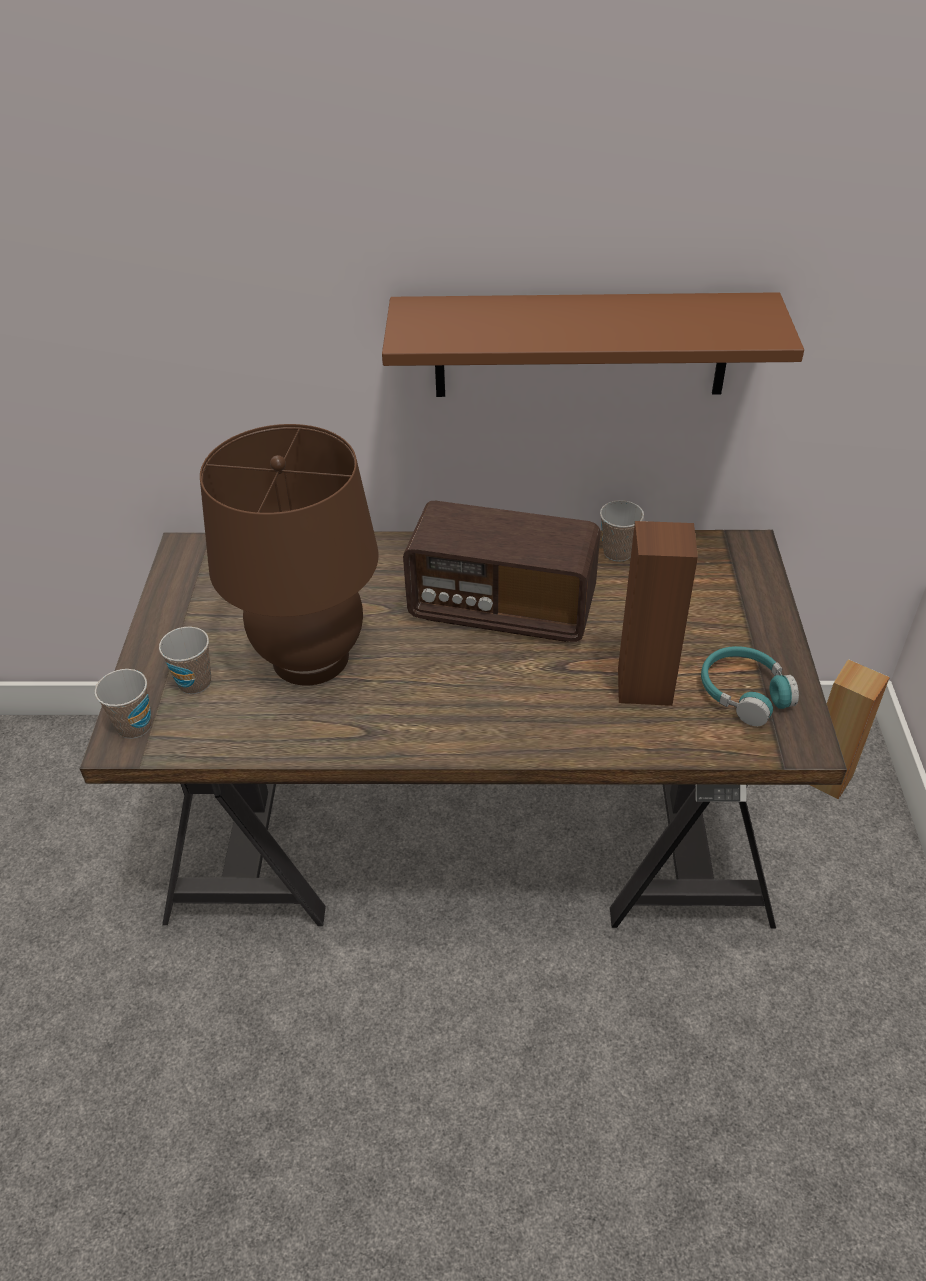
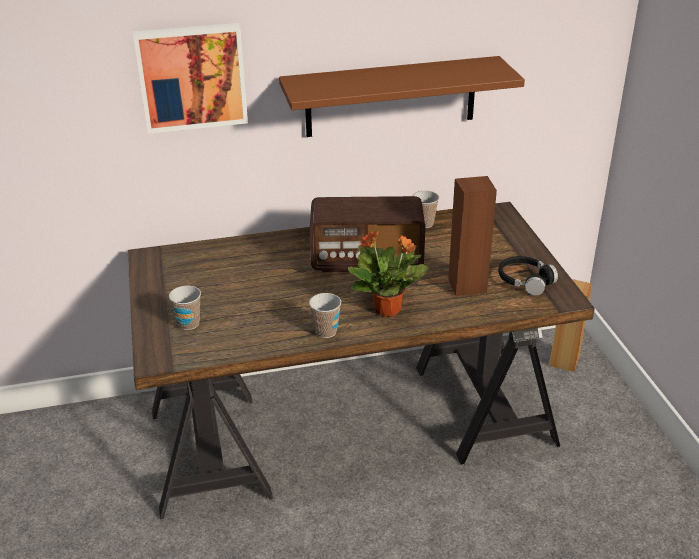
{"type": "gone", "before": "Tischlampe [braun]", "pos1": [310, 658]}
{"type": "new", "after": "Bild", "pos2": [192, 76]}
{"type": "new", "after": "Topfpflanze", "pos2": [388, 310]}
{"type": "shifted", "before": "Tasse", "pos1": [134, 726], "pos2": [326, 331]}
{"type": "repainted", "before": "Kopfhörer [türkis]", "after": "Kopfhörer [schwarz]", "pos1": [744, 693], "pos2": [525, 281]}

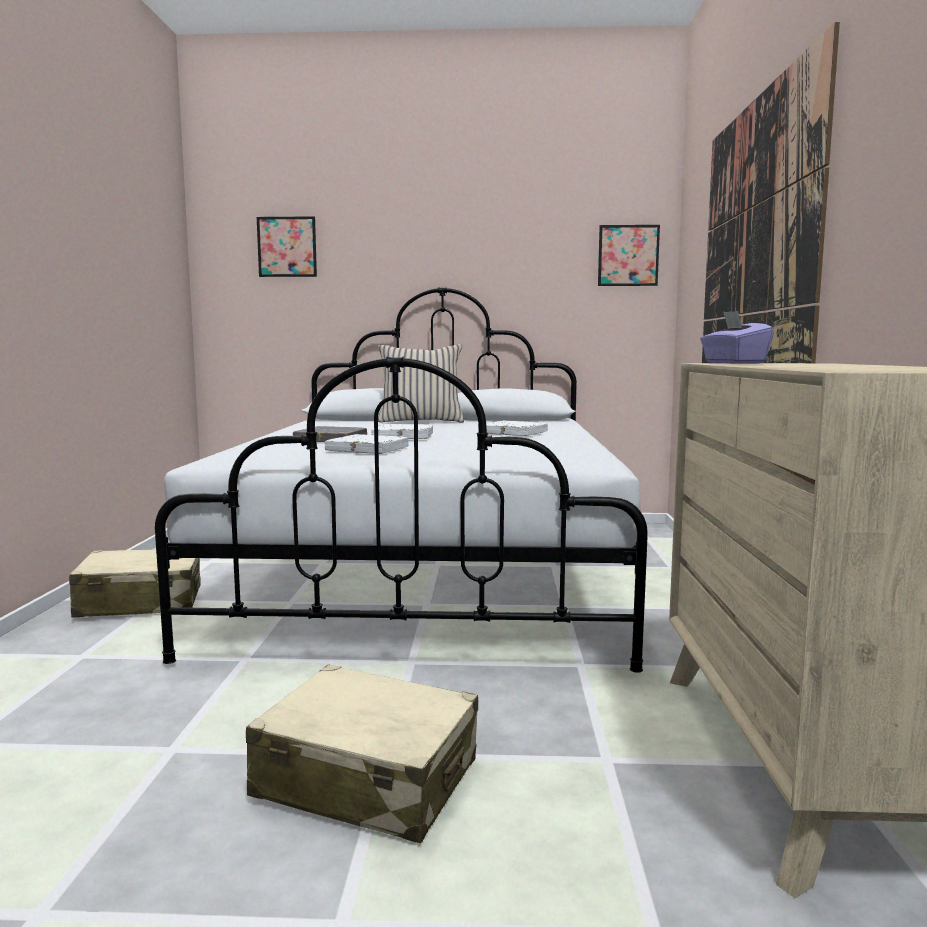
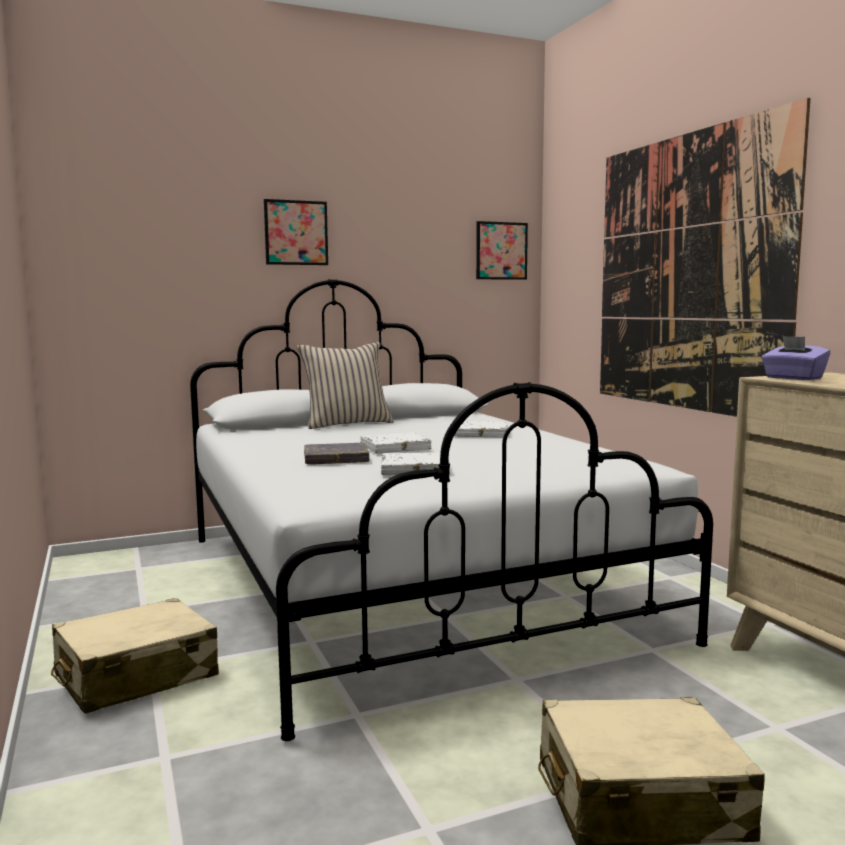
{"type": "shifted", "before": "Bild", "pos1": [287, 247], "pos2": [296, 233]}

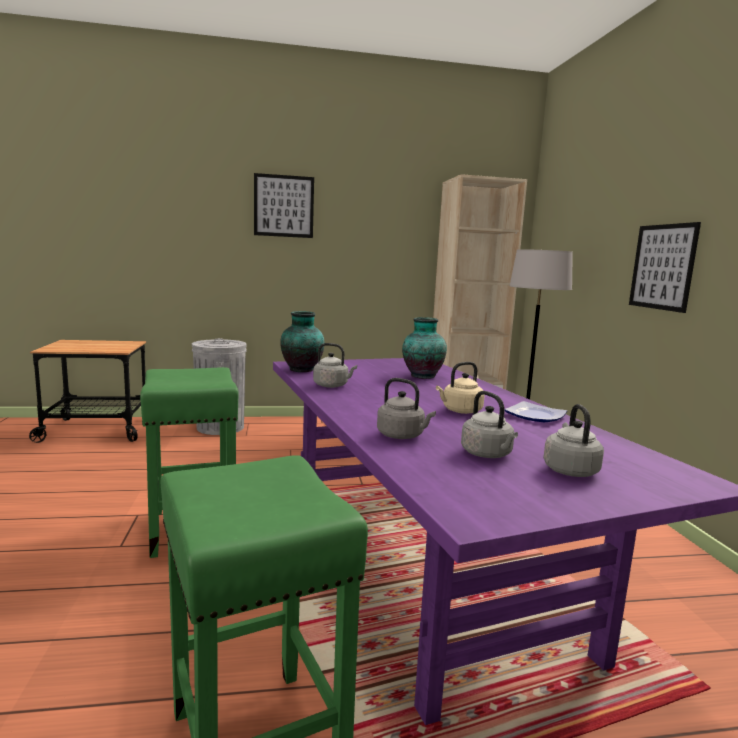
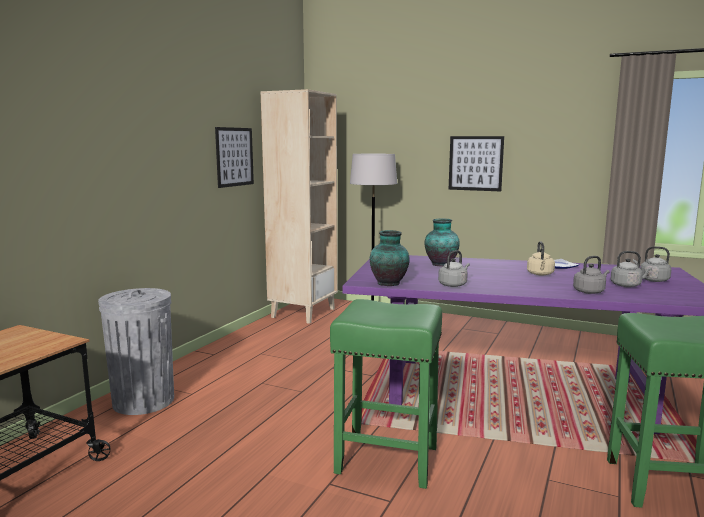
{"type": "shifted", "before": "Bild", "pos1": [284, 206], "pos2": [234, 157]}

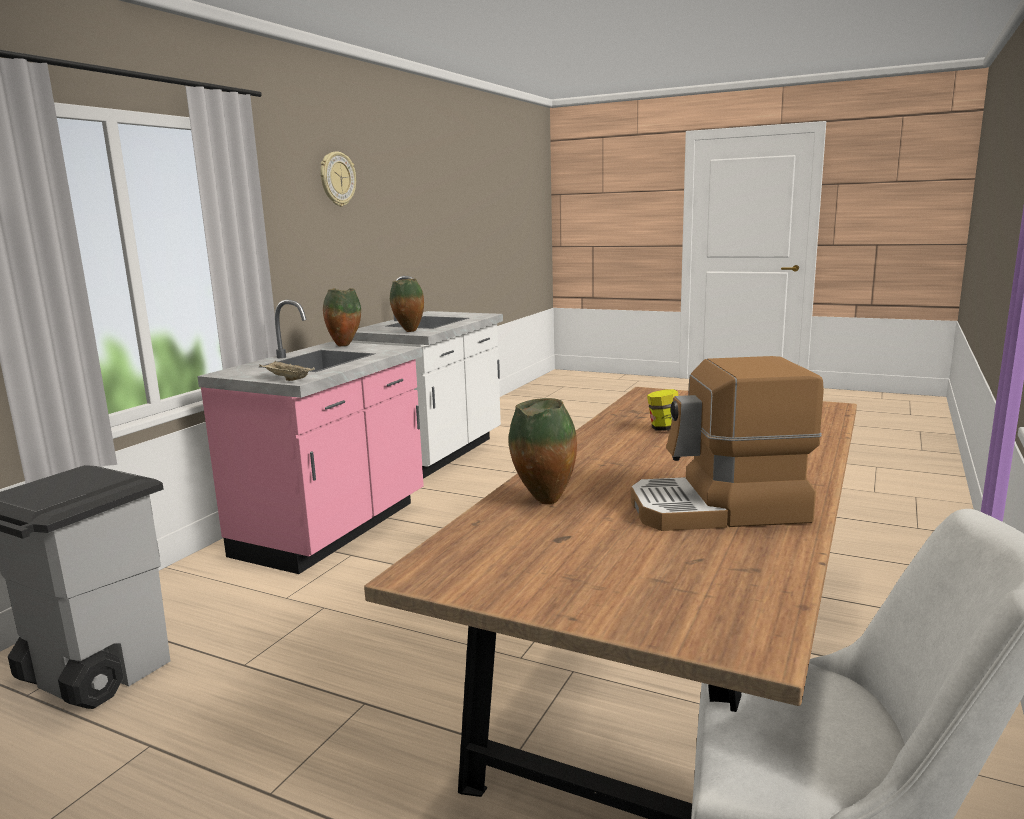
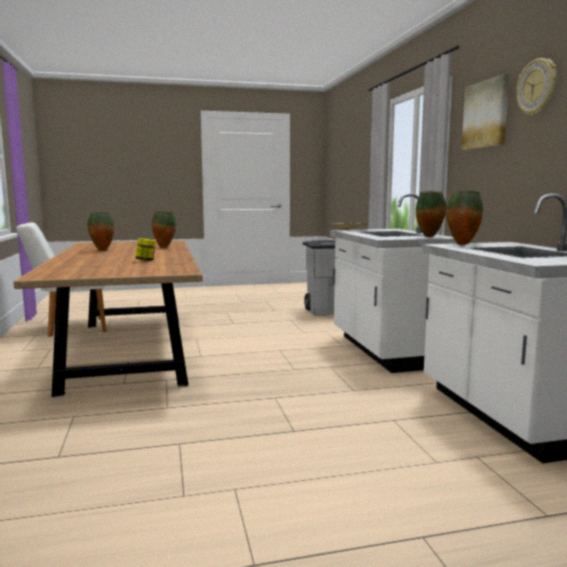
{"type": "new", "after": "Bild", "pos2": [486, 114]}
{"type": "swapped", "before": "Kaffeemaschine", "after": "Vase", "pos1": [719, 509], "pos2": [102, 250]}
{"type": "repainted", "before": "Küchenzeile [rosa]", "after": "Küchenzeile [weiß]", "pos1": [334, 530], "pos2": [385, 351]}

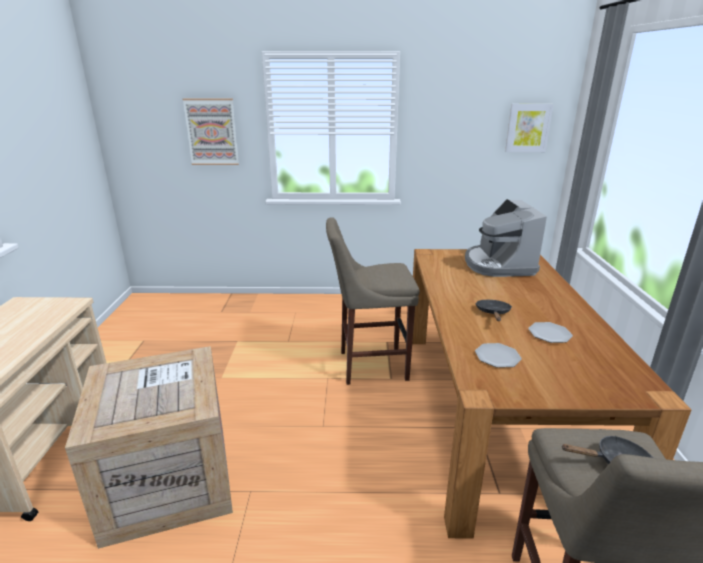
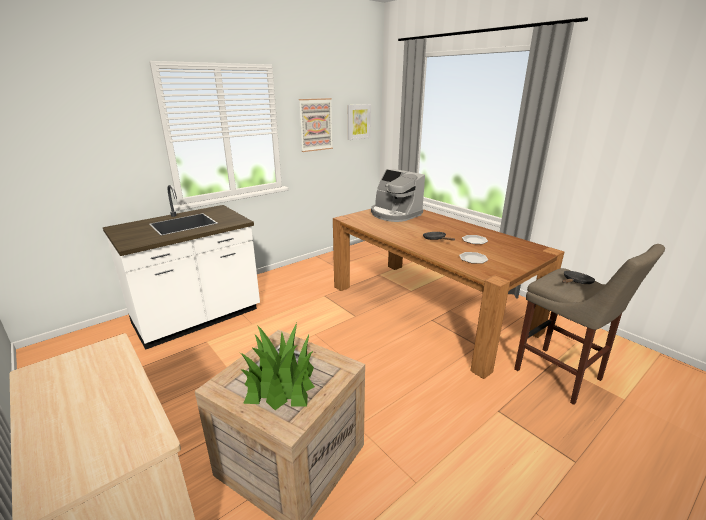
{"type": "gone", "before": "Hocker [beige]", "pos1": [369, 365]}
{"type": "new", "after": "Küchenzeile [weiß]", "pos2": [198, 318]}
{"type": "new", "after": "Topfpflanze", "pos2": [280, 384]}
{"type": "shifted", "before": "Bild", "pos1": [212, 132], "pos2": [316, 125]}

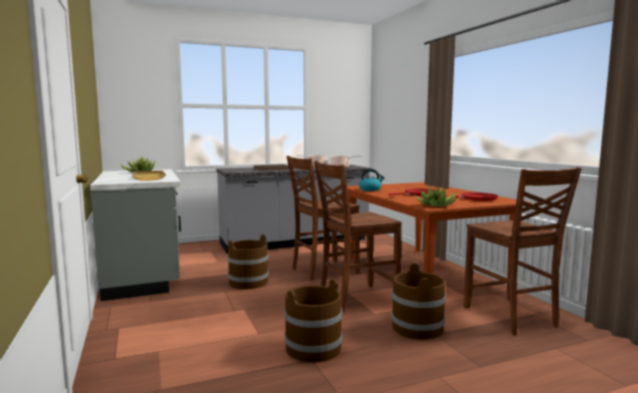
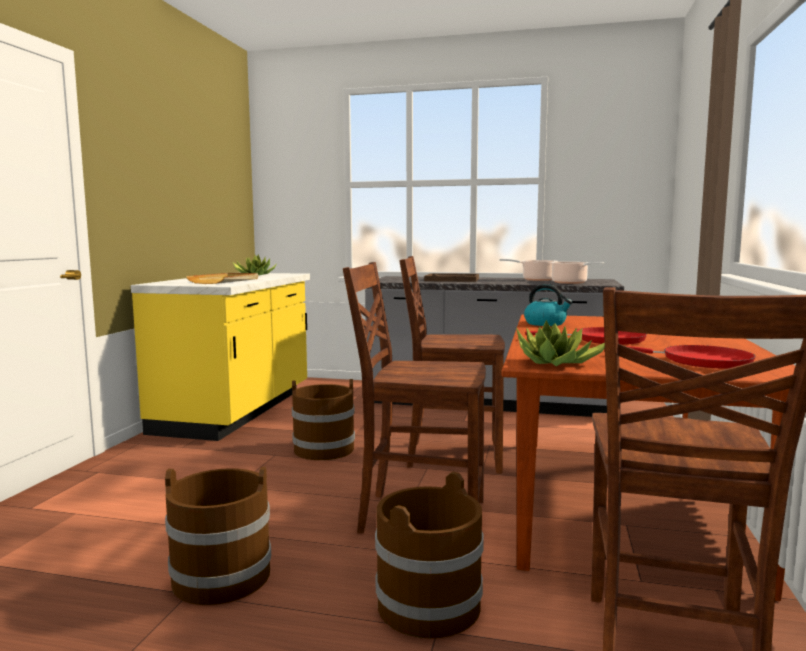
{"type": "repainted", "before": "Küchenzeile [grau]", "after": "Küchenzeile [gelb]", "pos1": [143, 274], "pos2": [236, 411]}

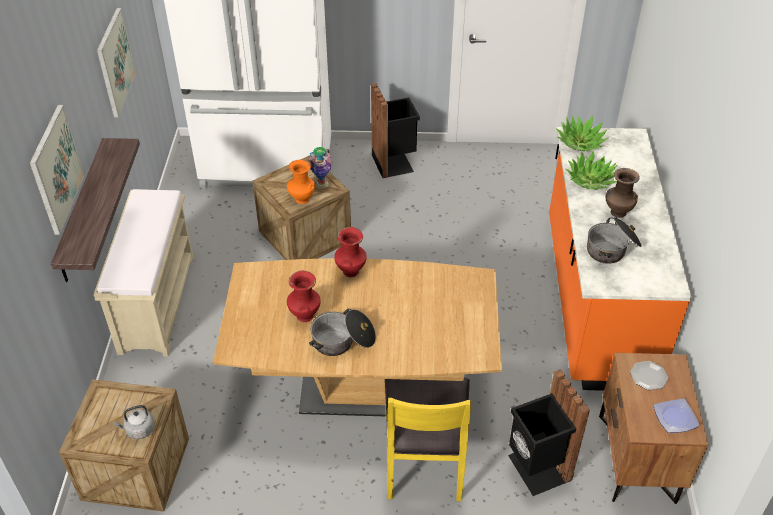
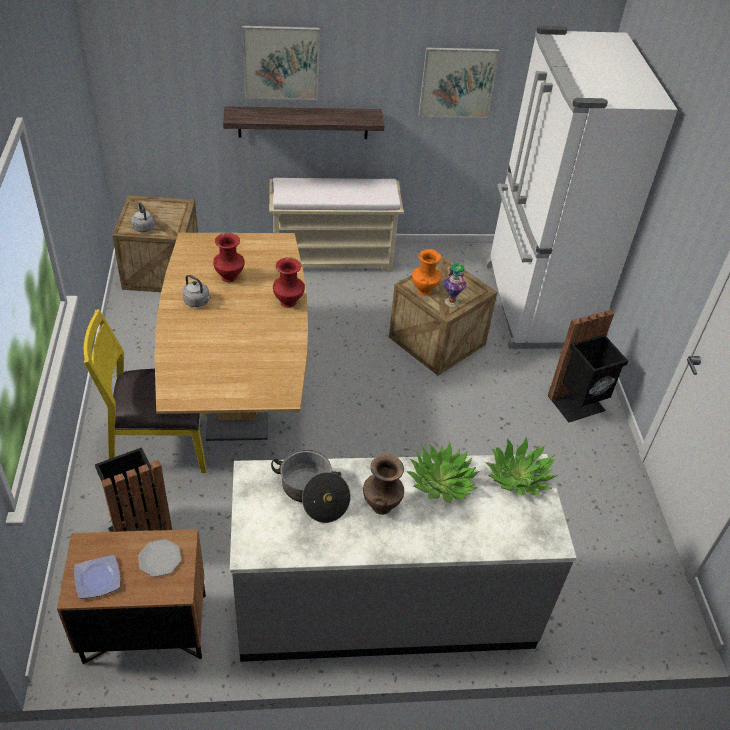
{"type": "swapped", "before": "Kochtopf", "after": "Wasserkessel [grau]", "pos1": [343, 341], "pos2": [198, 302]}
{"type": "repainted", "before": "Küchenzeile [orange]", "after": "Küchenzeile [grau]", "pos1": [595, 300], "pos2": [385, 604]}

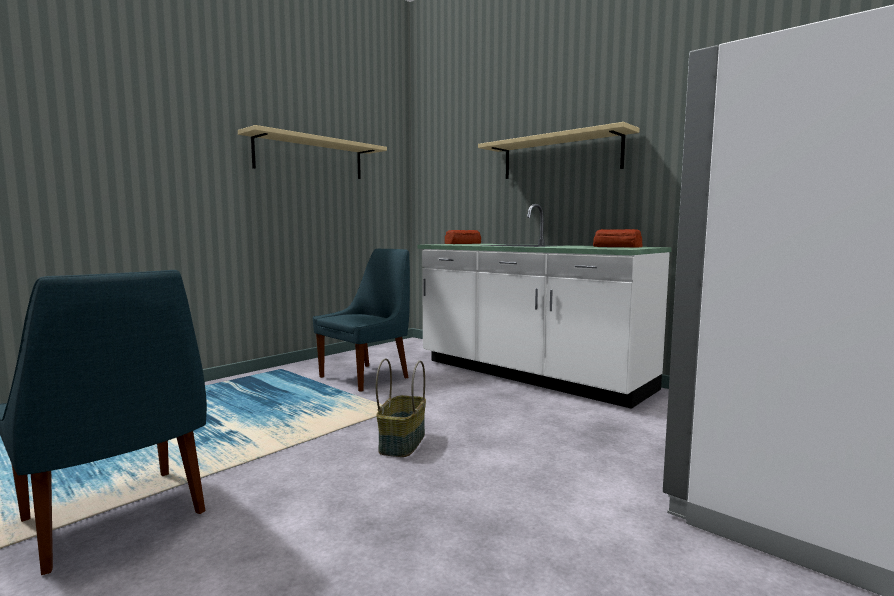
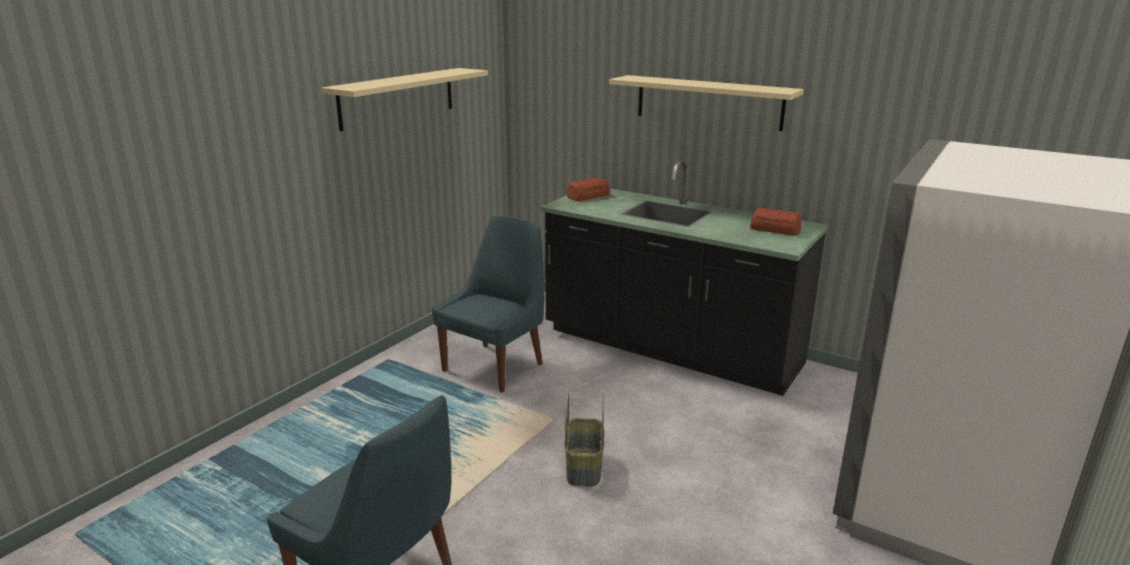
{"type": "repainted", "before": "Küchenzeile [weiß]", "after": "Küchenzeile [schwarz]", "pos1": [530, 375], "pos2": [670, 349]}

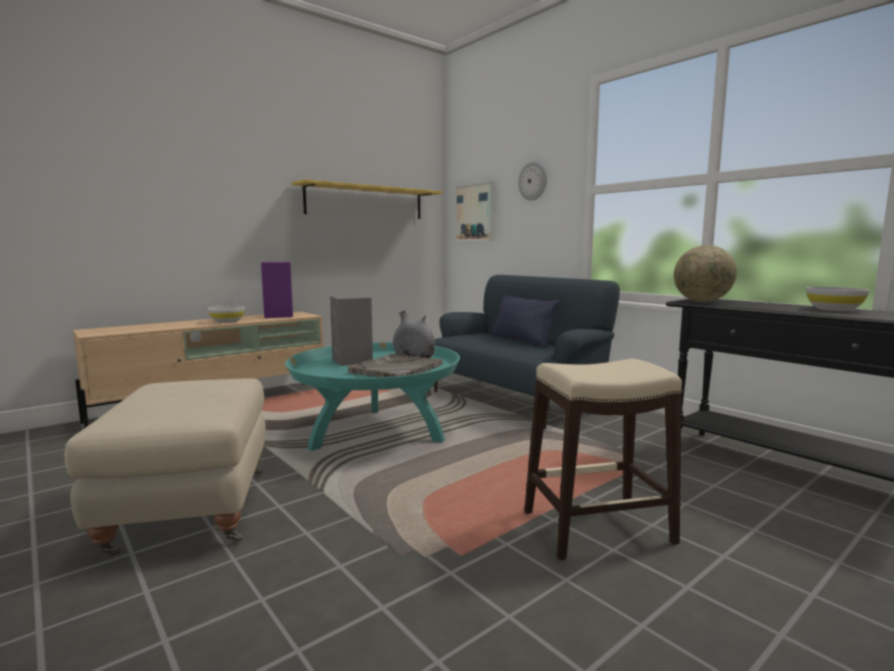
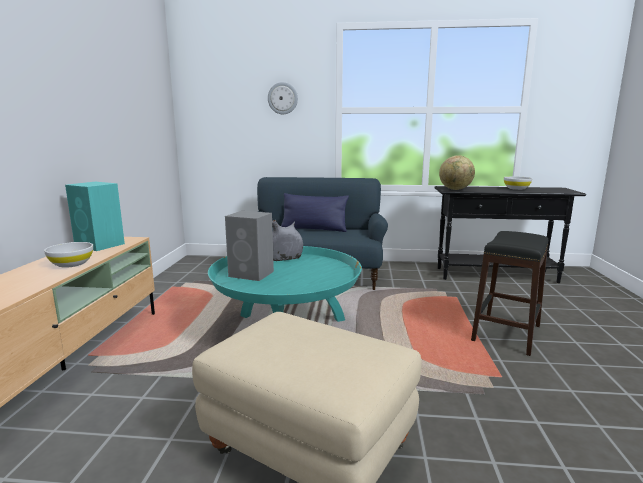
{"type": "gone", "before": "Wandregal [gelb]", "pos1": [366, 202]}
{"type": "gone", "before": "Tablett [grau]", "pos1": [396, 369]}
{"type": "gone", "before": "Bild", "pos1": [475, 212]}
{"type": "repainted", "before": "Lautsprecher [lila]", "after": "Lautsprecher [türkis]", "pos1": [279, 316], "pos2": [100, 245]}
{"type": "repainted", "before": "Hocker [beige]", "after": "Hocker [schwarz]", "pos1": [598, 527], "pos2": [507, 333]}

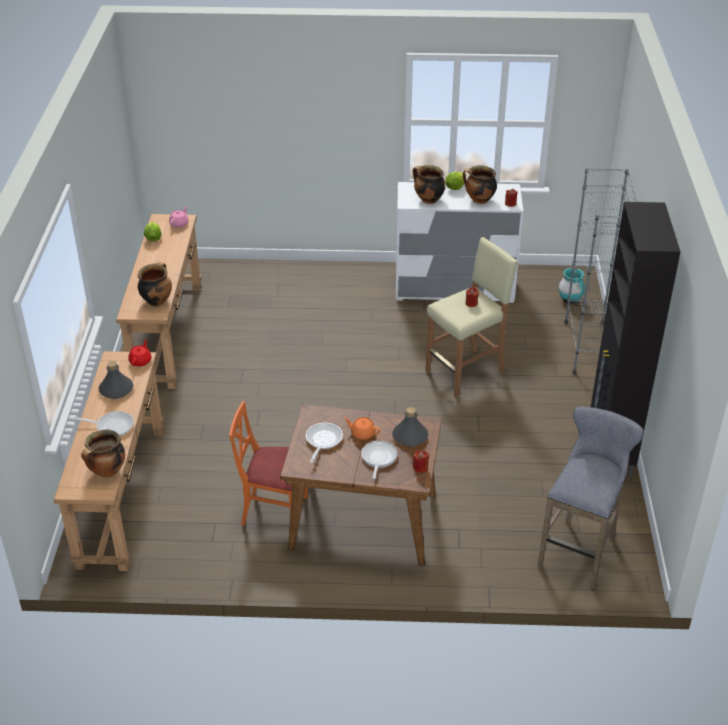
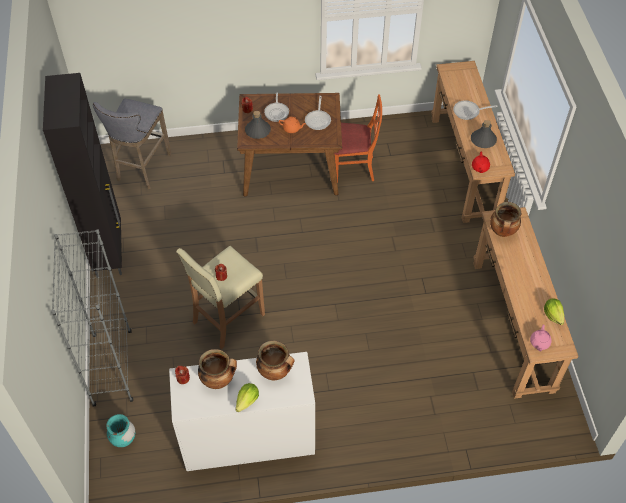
{"type": "gone", "before": "Kochtopf", "pos1": [107, 472]}

